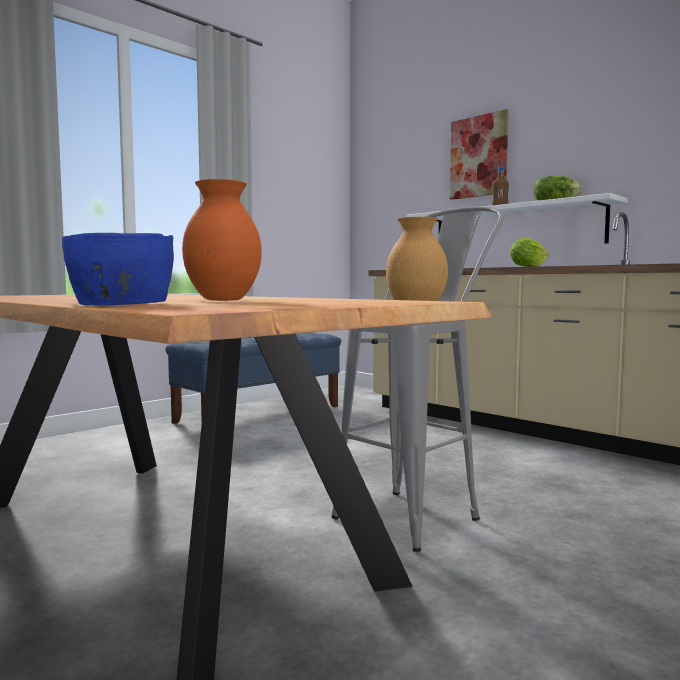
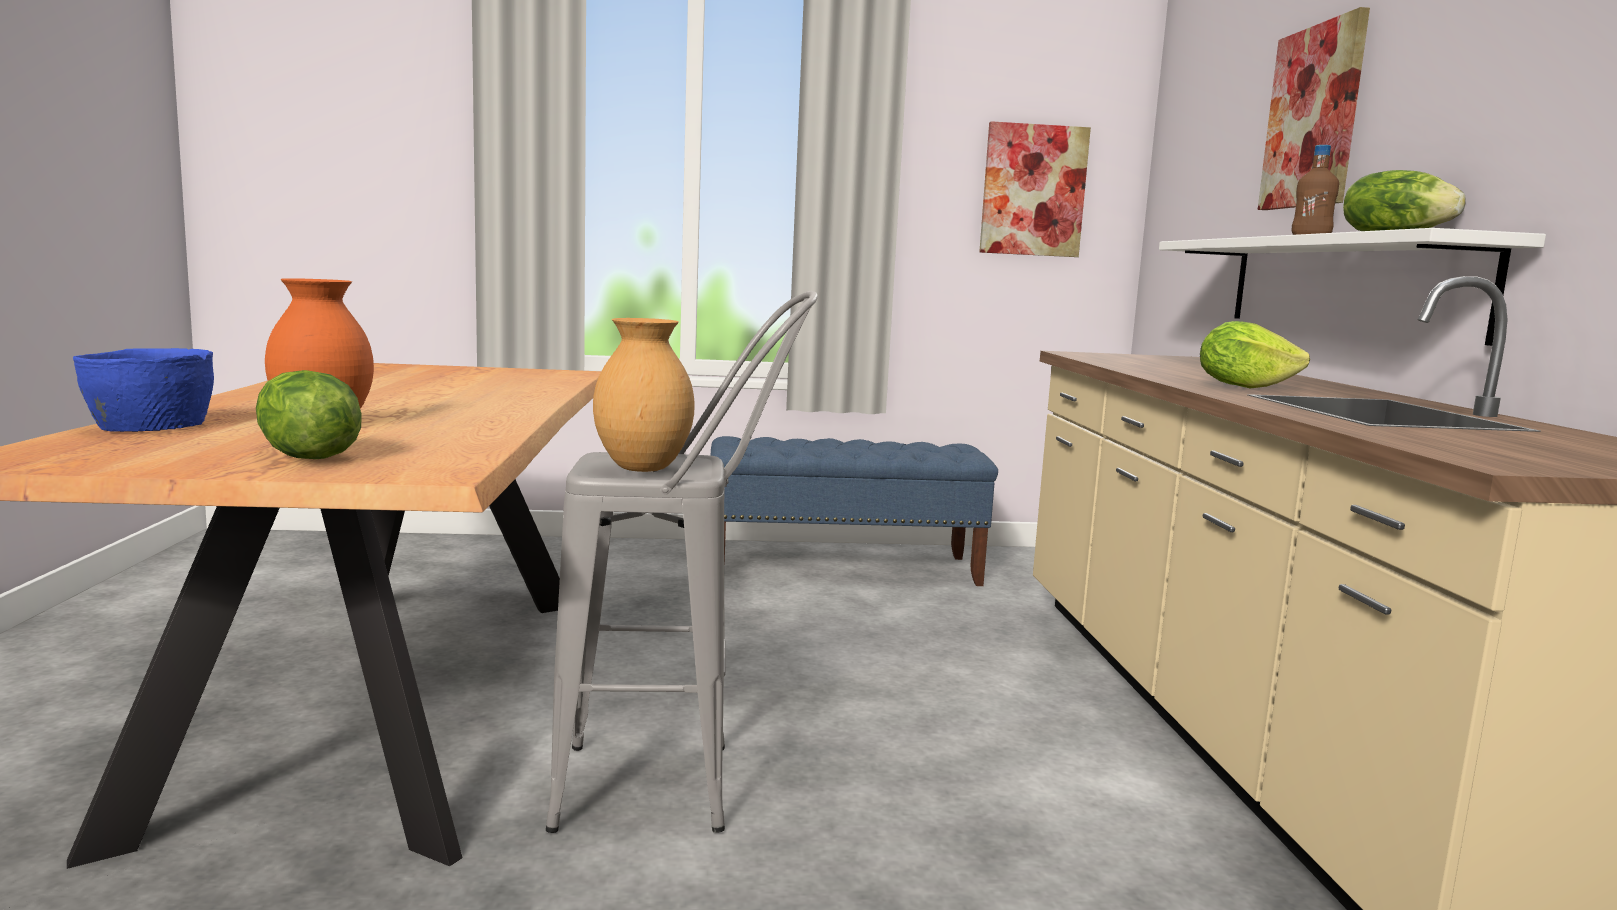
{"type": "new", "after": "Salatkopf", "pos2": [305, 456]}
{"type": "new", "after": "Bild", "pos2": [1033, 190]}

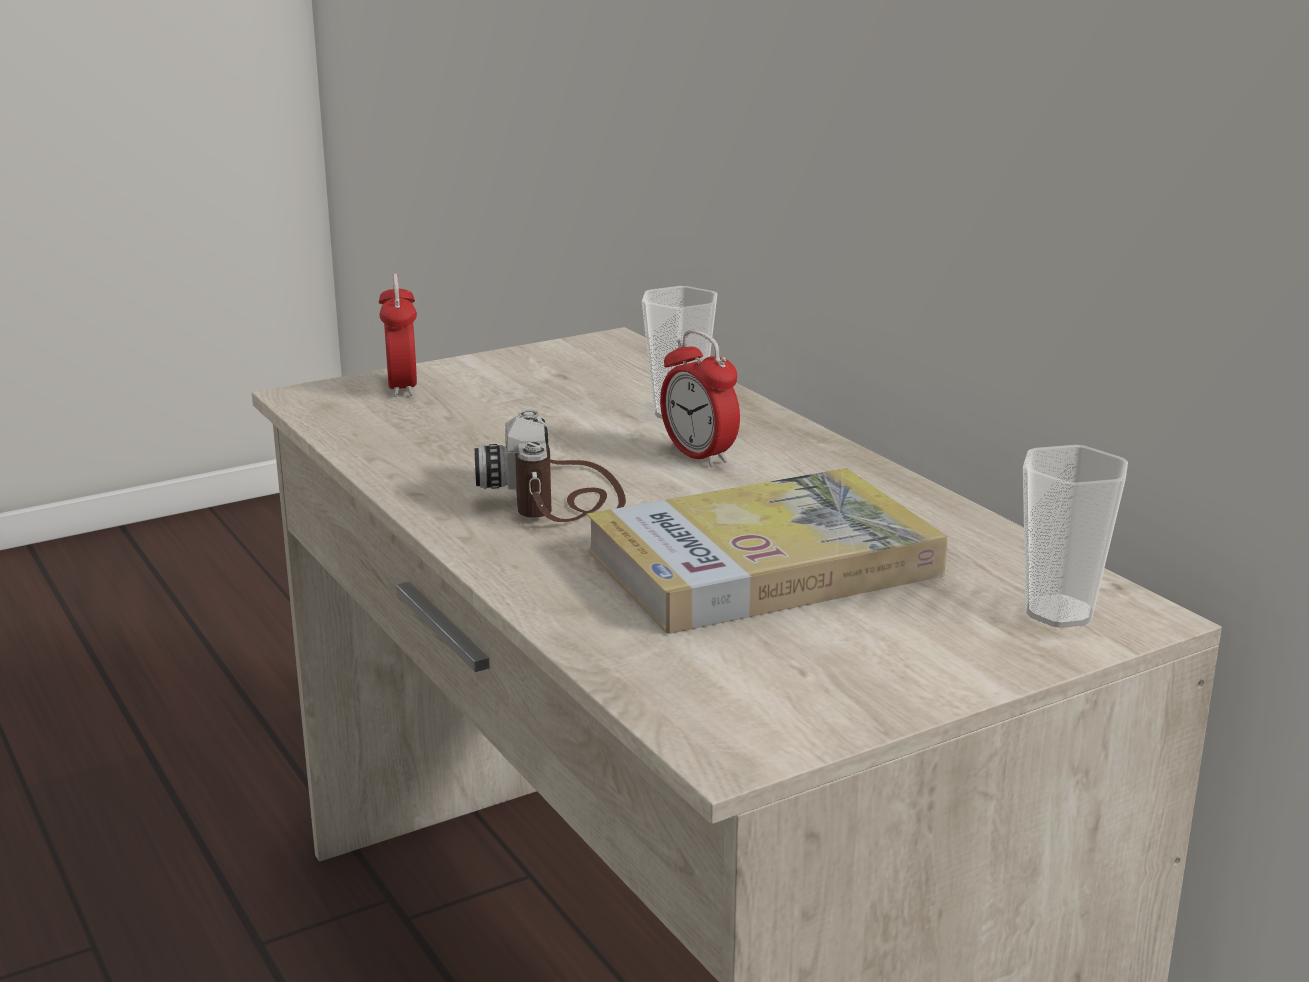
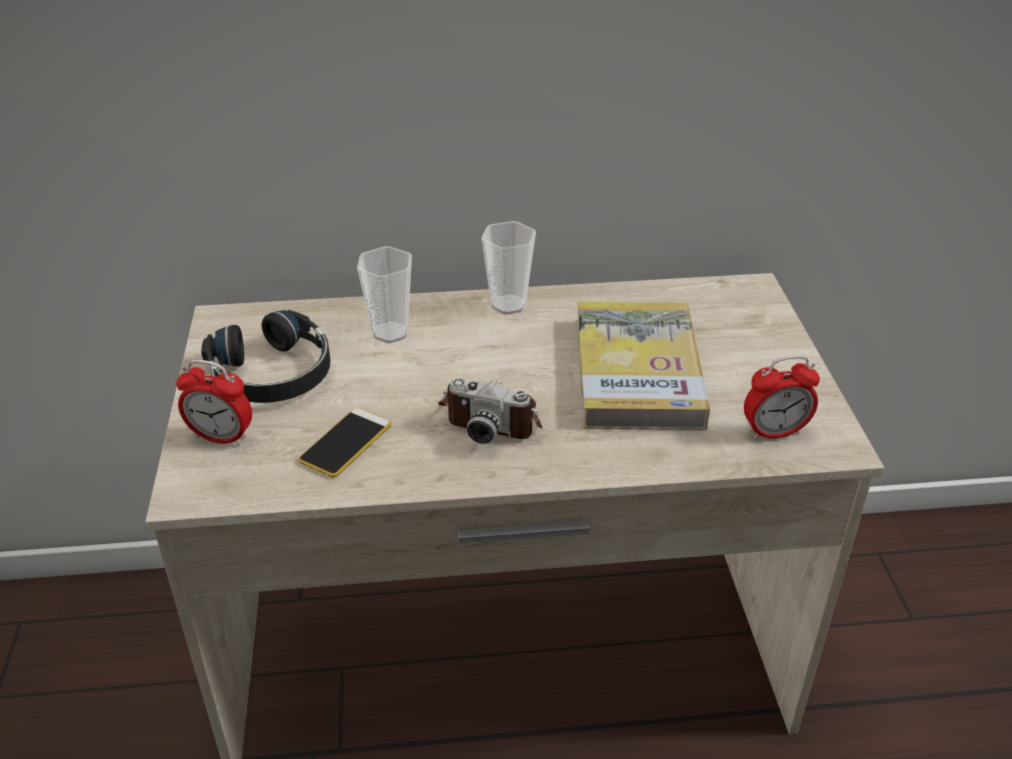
{"type": "new", "after": "Kopfhörer [schwarz]", "pos2": [273, 374]}
{"type": "new", "after": "Handy", "pos2": [345, 443]}
{"type": "shifted", "before": "Wecker", "pos1": [699, 455], "pos2": [774, 432]}
{"type": "shifted", "before": "Tasse", "pos1": [1059, 612], "pos2": [508, 305]}

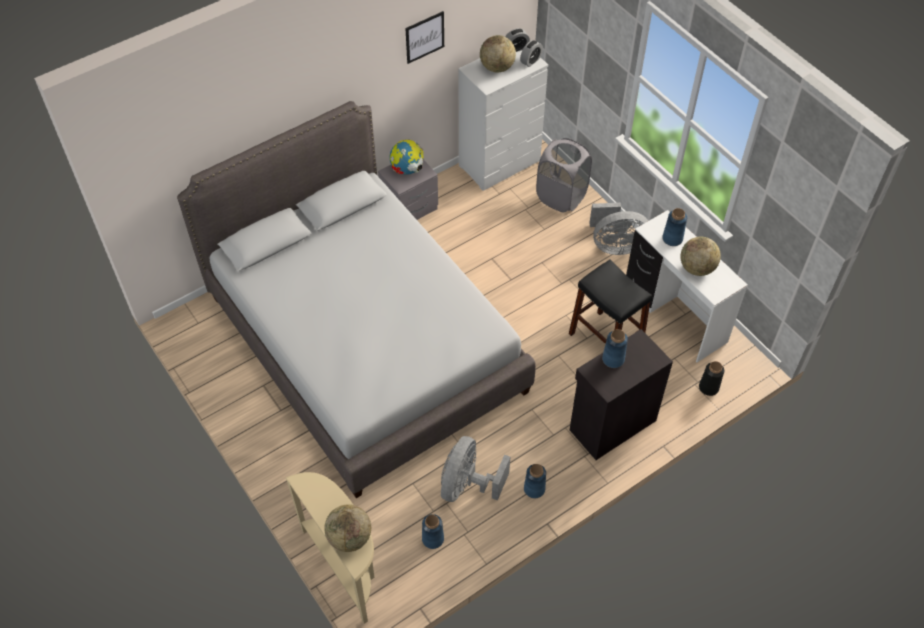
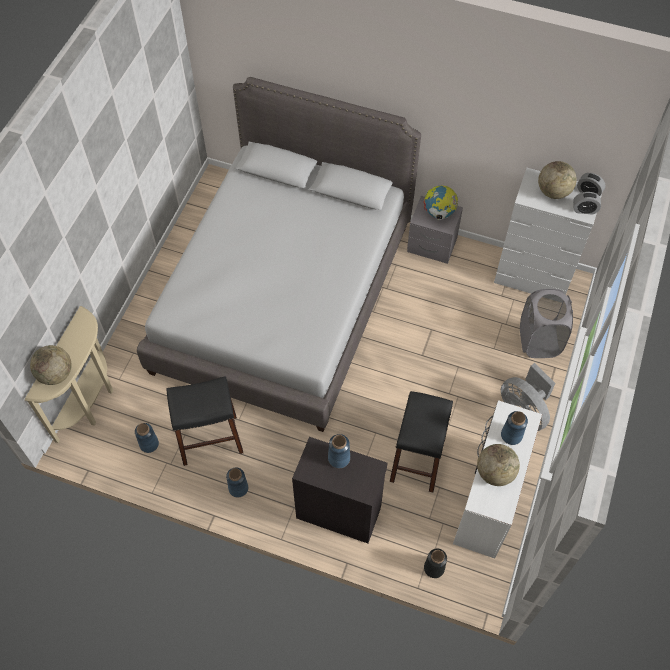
{"type": "gone", "before": "Bild", "pos1": [424, 37]}
{"type": "swapped", "before": "Ventilator [grau]", "after": "Hocker [schwarz]", "pos1": [467, 485], "pos2": [210, 439]}

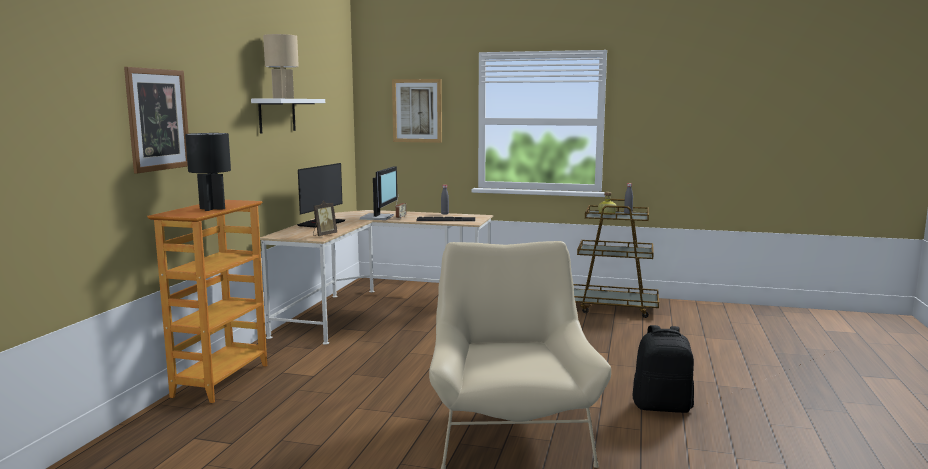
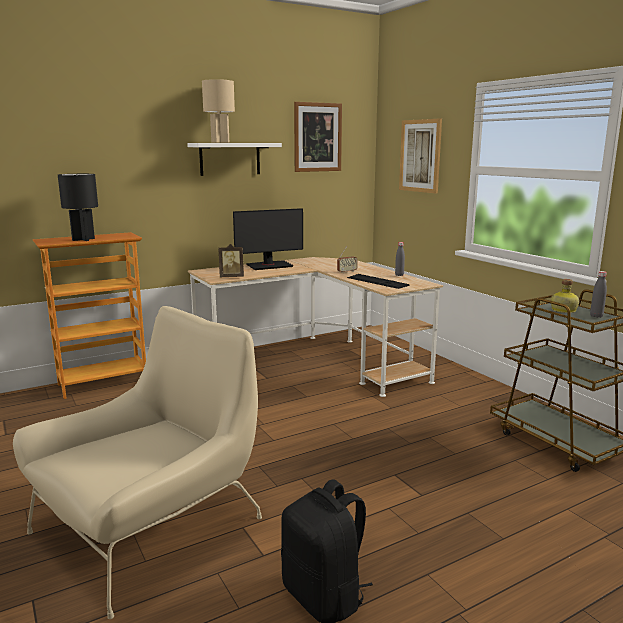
{"type": "gone", "before": "Monitor", "pos1": [378, 217]}
{"type": "shifted", "before": "Bild", "pos1": [158, 119], "pos2": [317, 137]}

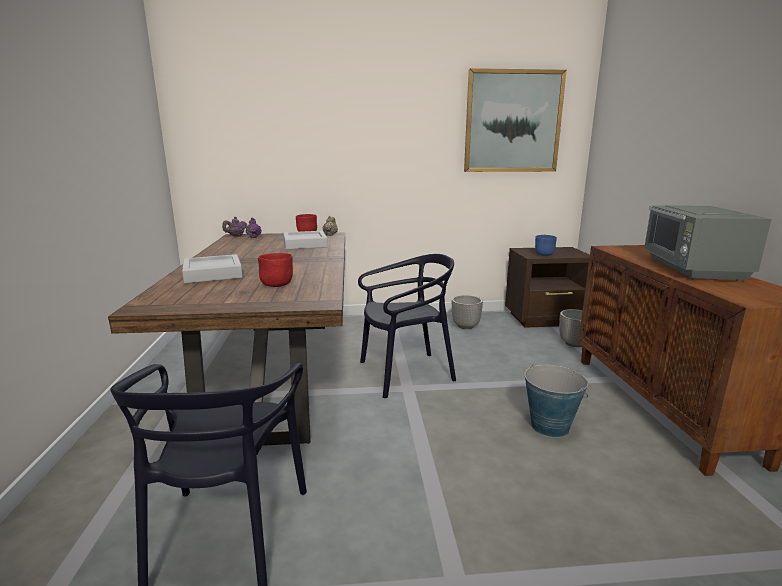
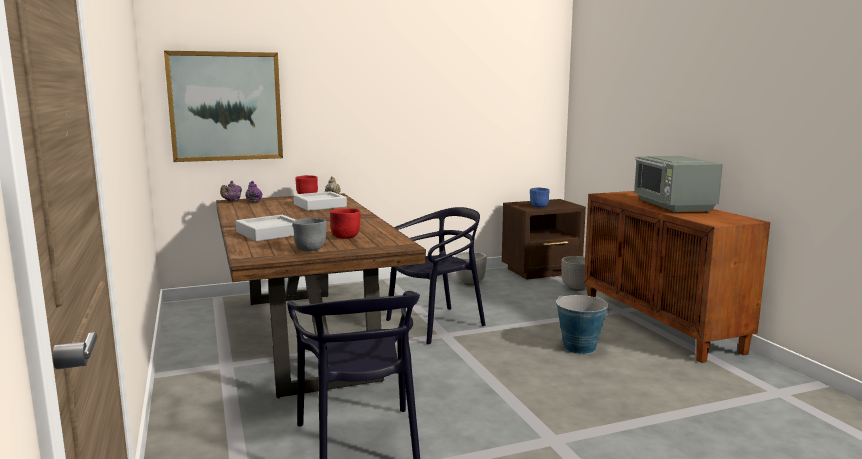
{"type": "new", "after": "Schüssel [grau]", "pos2": [310, 249]}
{"type": "shifted", "before": "Bild", "pos1": [513, 122], "pos2": [225, 106]}

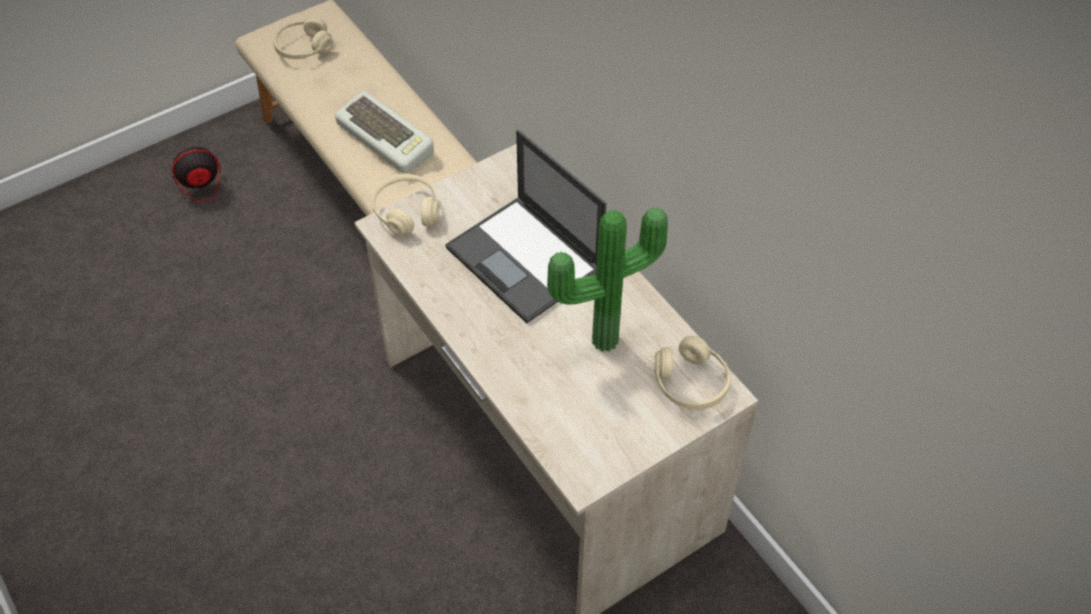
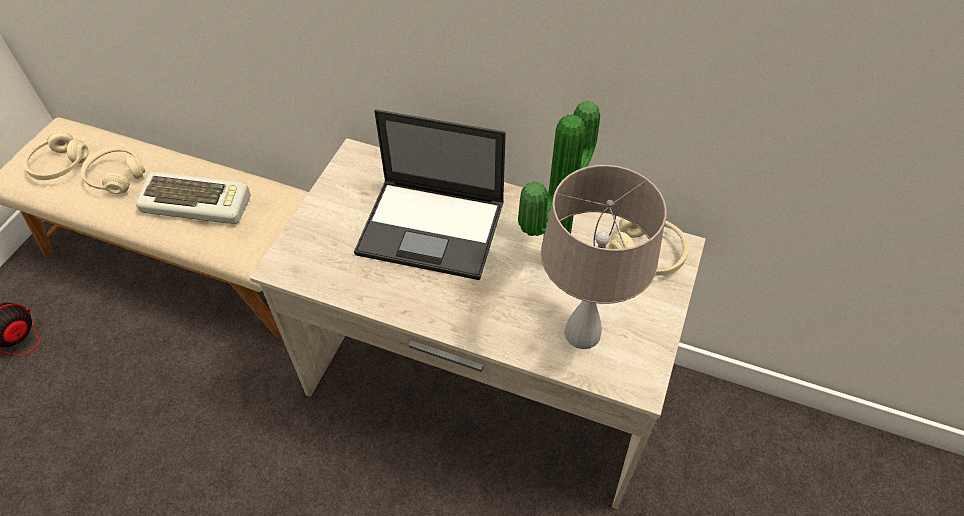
{"type": "new", "after": "Tischlampe [beige]", "pos2": [583, 333]}
{"type": "shifted", "before": "Kopfhörer [beige]", "pos1": [406, 211], "pos2": [116, 177]}

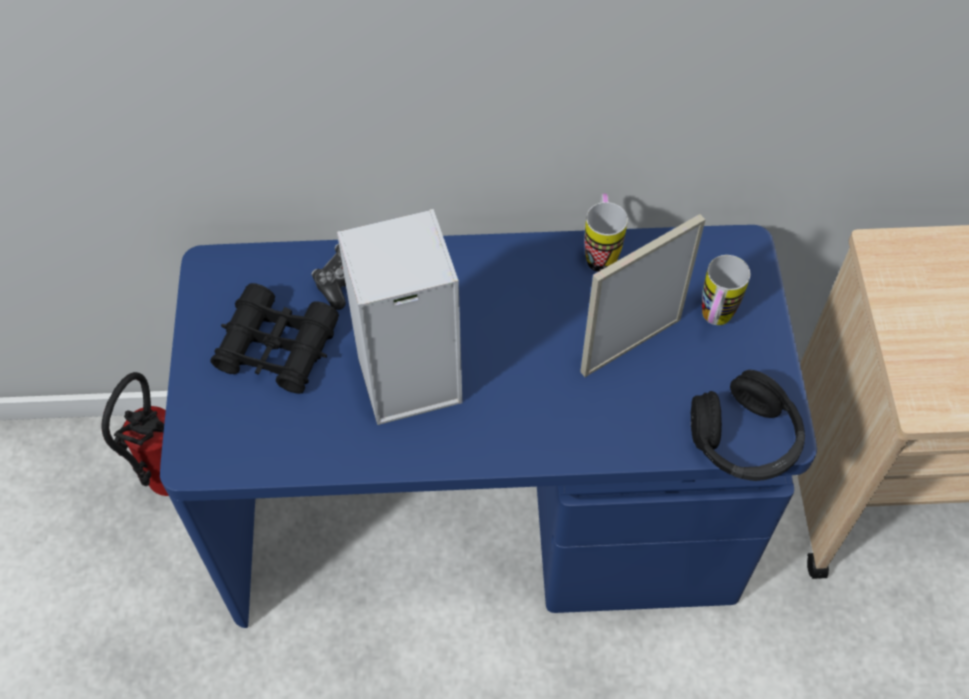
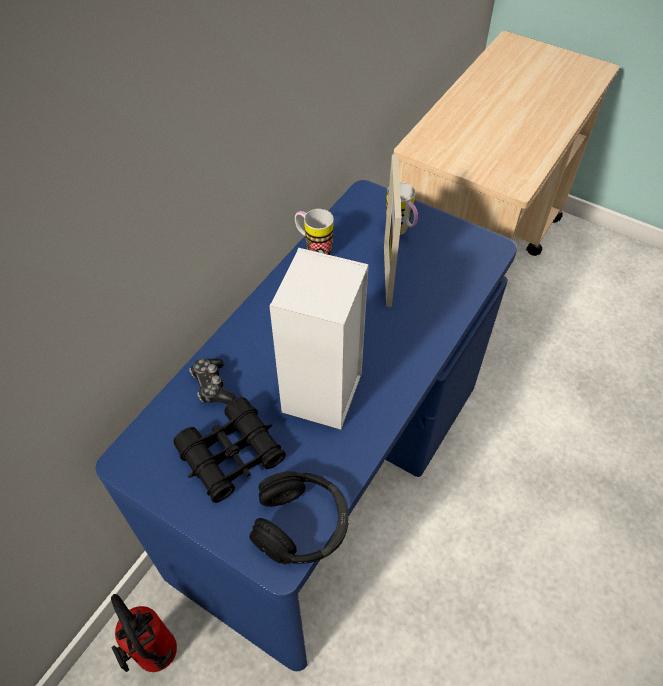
{"type": "shifted", "before": "Kopfhörer [schwarz]", "pos1": [744, 439], "pos2": [301, 524]}

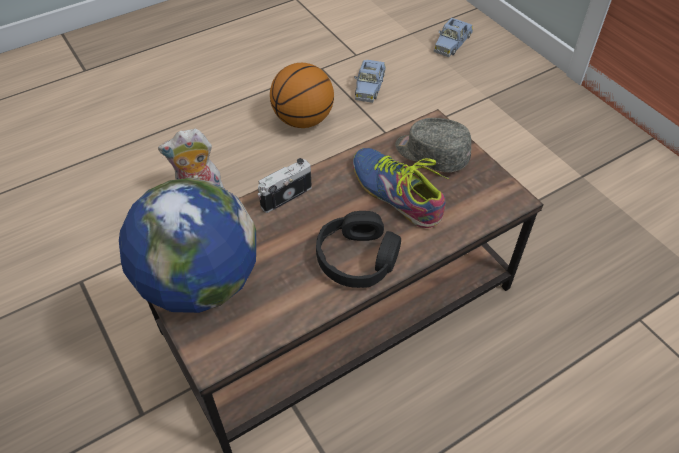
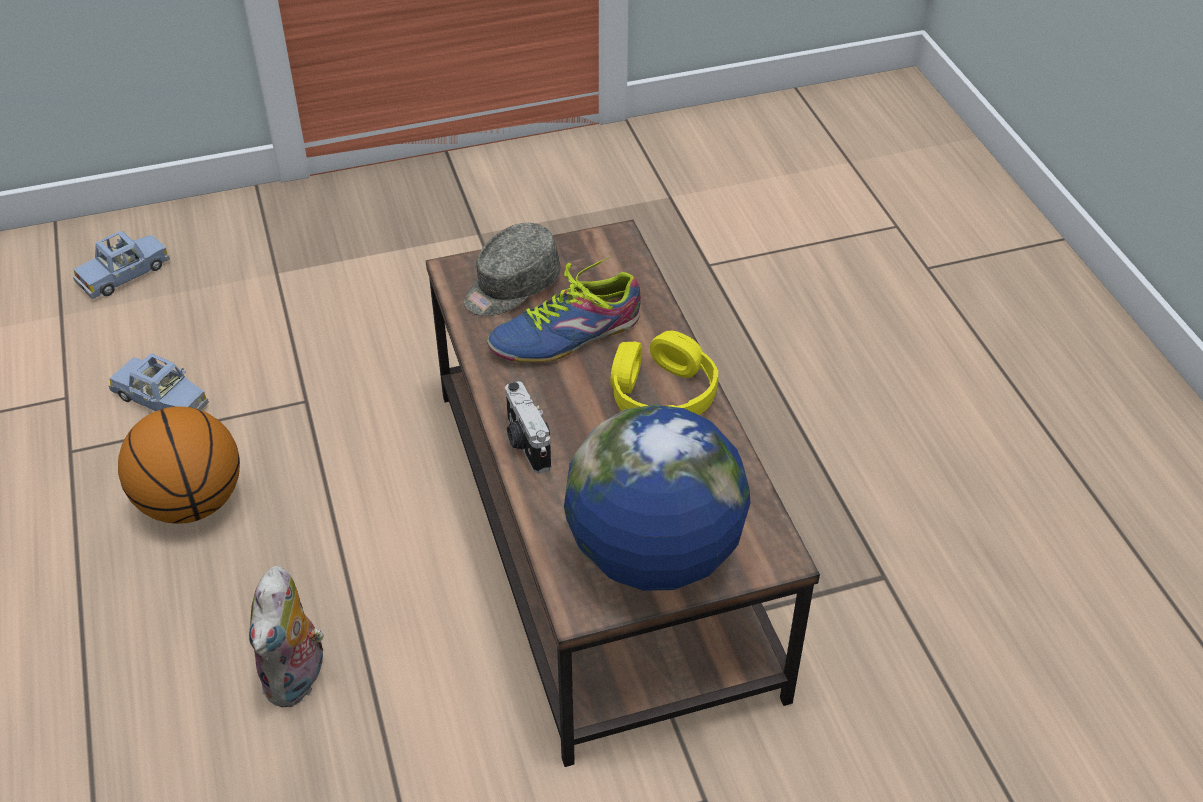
{"type": "repainted", "before": "Kopfhörer [schwarz]", "after": "Kopfhörer [gelb]", "pos1": [357, 258], "pos2": [662, 393]}
{"type": "rotated", "before": "Spielzeugauto [blau]", "pos1": [452, 43], "pos2": [124, 274], "turn": -90}

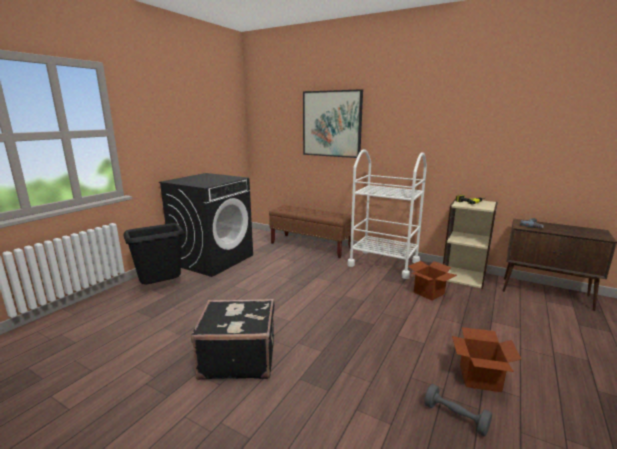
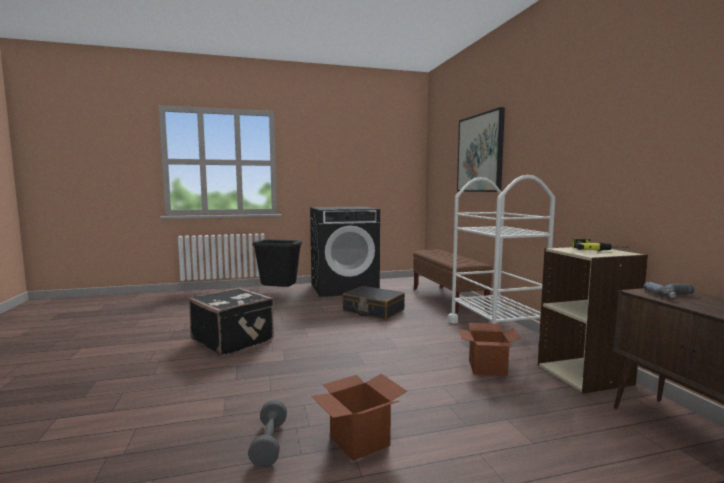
{"type": "new", "after": "Koffer [schwarz]", "pos2": [373, 310]}

